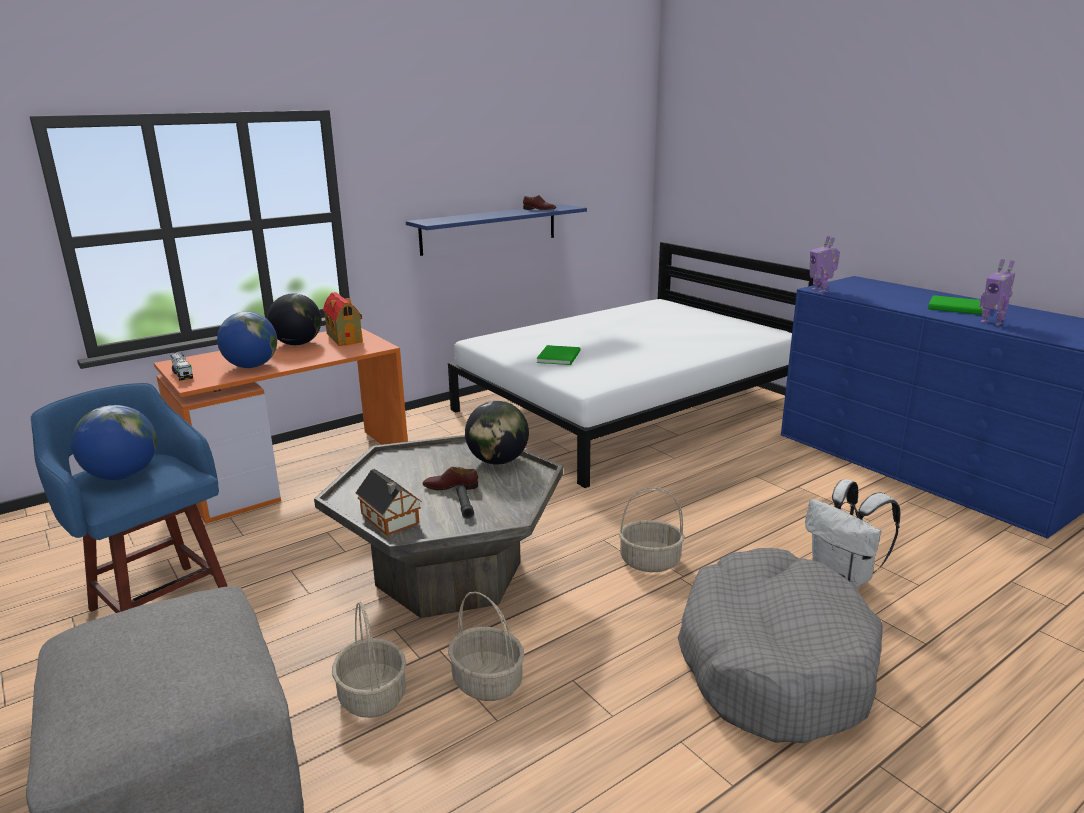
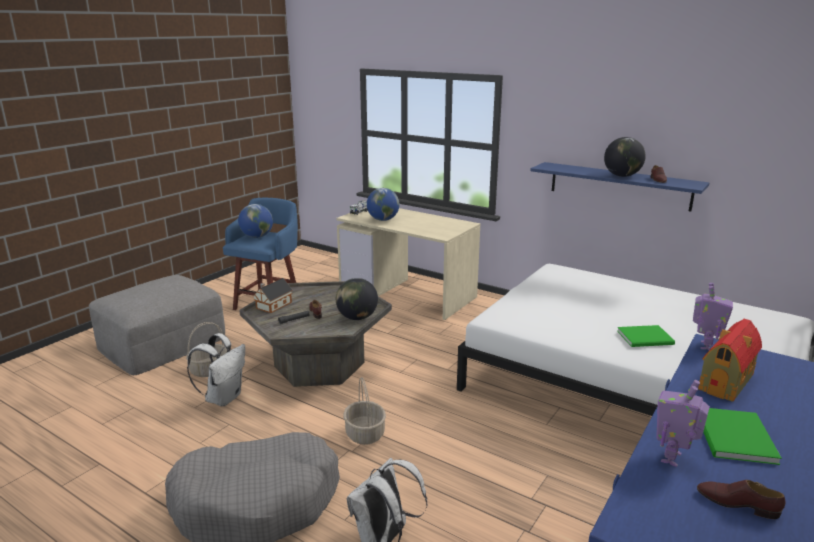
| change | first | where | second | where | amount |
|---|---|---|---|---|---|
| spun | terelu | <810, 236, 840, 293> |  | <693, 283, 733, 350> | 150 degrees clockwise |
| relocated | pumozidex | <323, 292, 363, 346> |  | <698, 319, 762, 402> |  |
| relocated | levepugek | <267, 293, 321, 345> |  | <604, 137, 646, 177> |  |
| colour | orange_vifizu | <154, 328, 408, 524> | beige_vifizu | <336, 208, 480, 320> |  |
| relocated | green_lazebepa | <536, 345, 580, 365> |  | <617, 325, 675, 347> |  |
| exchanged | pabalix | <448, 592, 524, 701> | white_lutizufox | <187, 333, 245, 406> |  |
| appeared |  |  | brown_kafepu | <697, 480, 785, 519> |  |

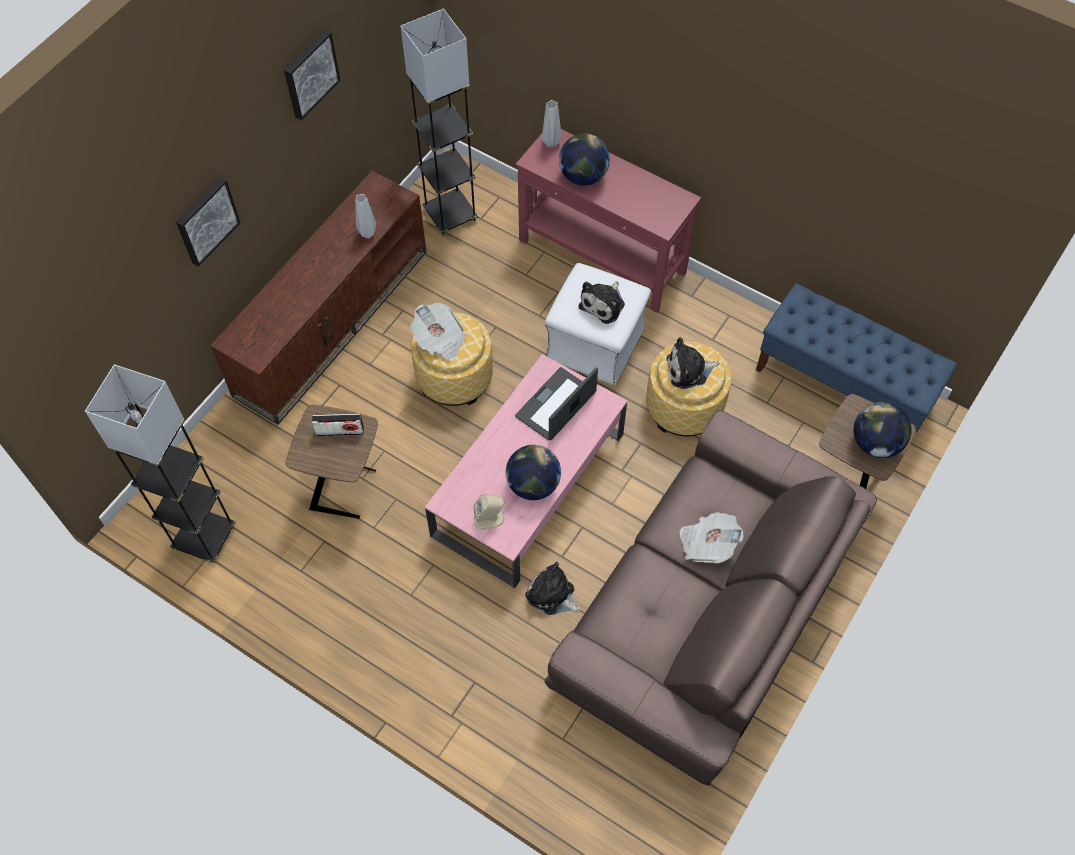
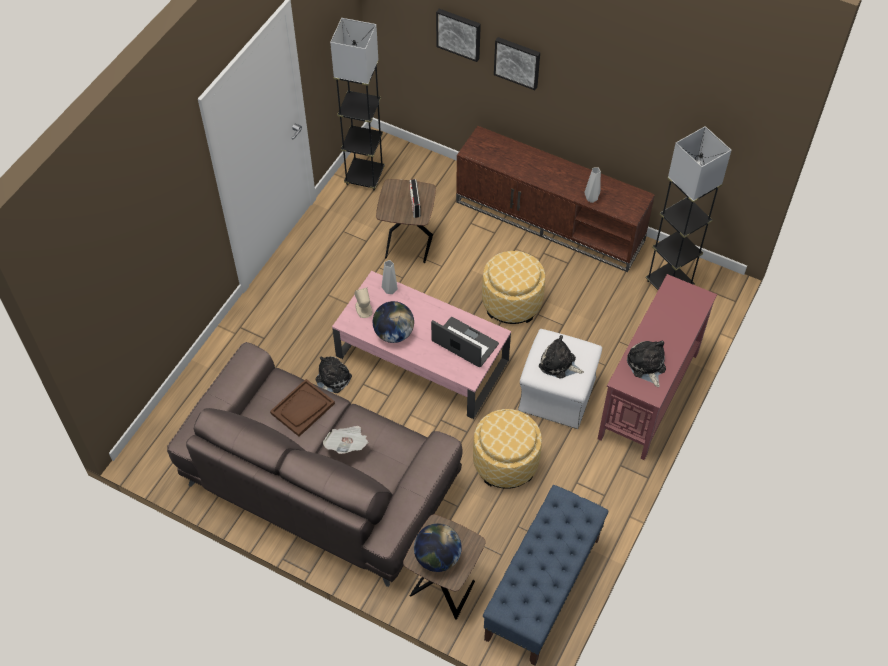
| change | first | where | second | where | amount |
|---|---|---|---|---|---|
| relocated | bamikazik | <284, 30, 340, 120> |  | <436, 9, 481, 62> |  |
| relocated | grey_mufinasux | <542, 100, 562, 147> |  | <382, 260, 398, 294> |  |
| missing | levepugek | <559, 134, 610, 186> |  |  |  |
| missing | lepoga | <410, 303, 467, 361> |  |  |  |
| relocated | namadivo | <666, 337, 720, 389> |  | <627, 341, 666, 387> |  |
| appeared |  |  | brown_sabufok | <270, 379, 335, 437> |  |

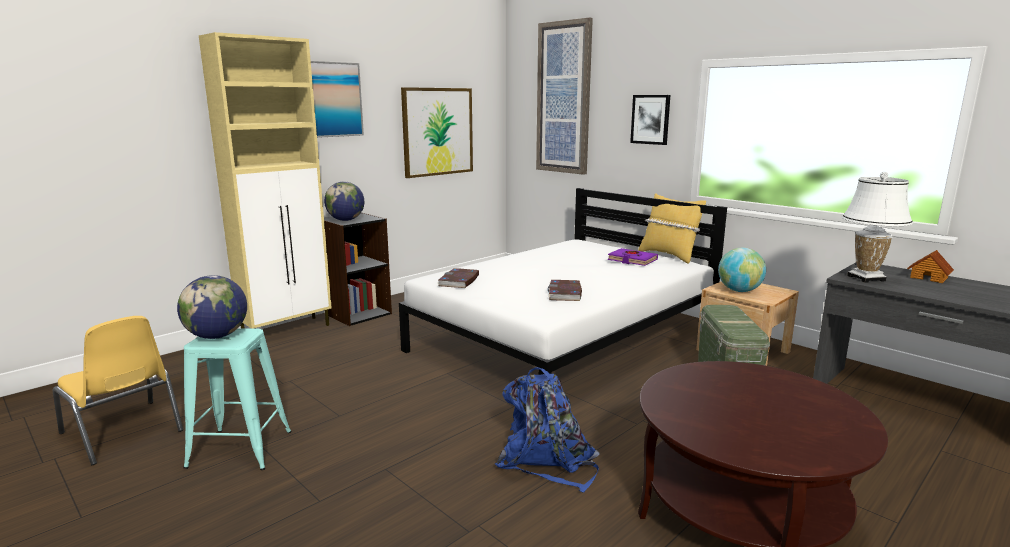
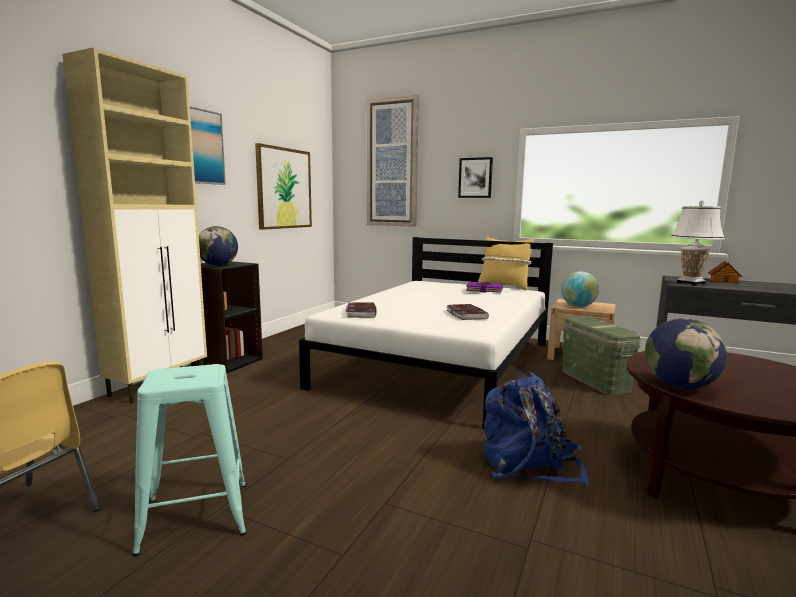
| change | first | where | second | where | amount |
|---|---|---|---|---|---|
| relocated | levepugek | <177, 275, 247, 339> |  | <645, 318, 727, 389> |  |

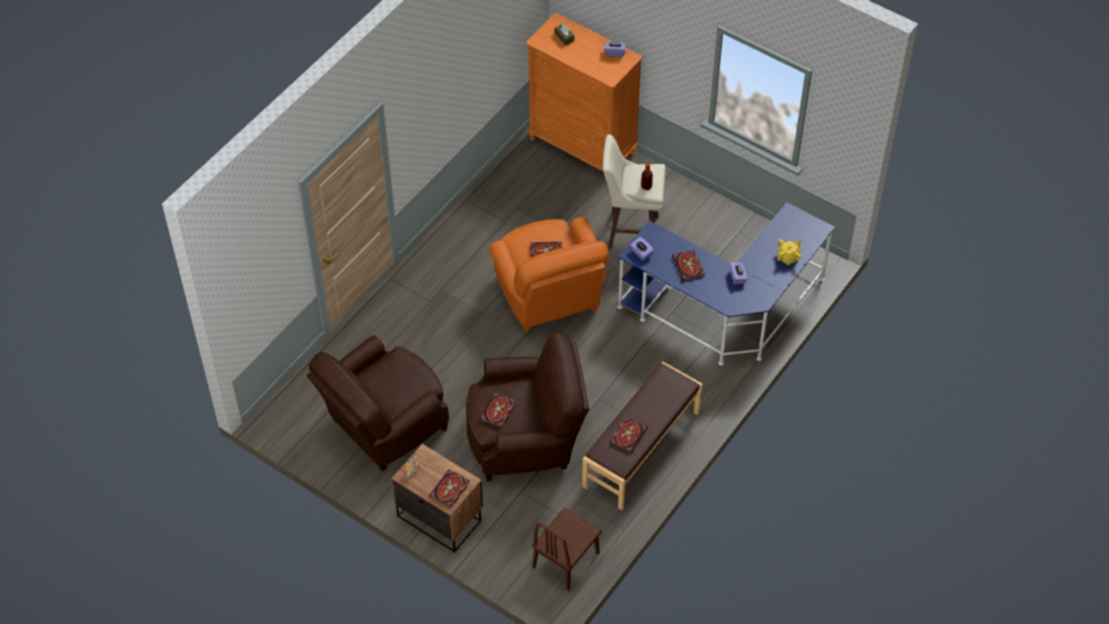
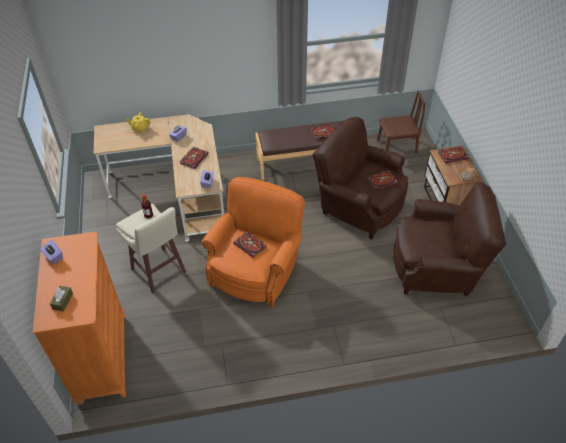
| change | first | where | second | where | amount |
|---|---|---|---|---|---|
| colour | blue_vifizu | <617, 202, 835, 365> | beige_vifizu | <94, 114, 224, 242> |  |

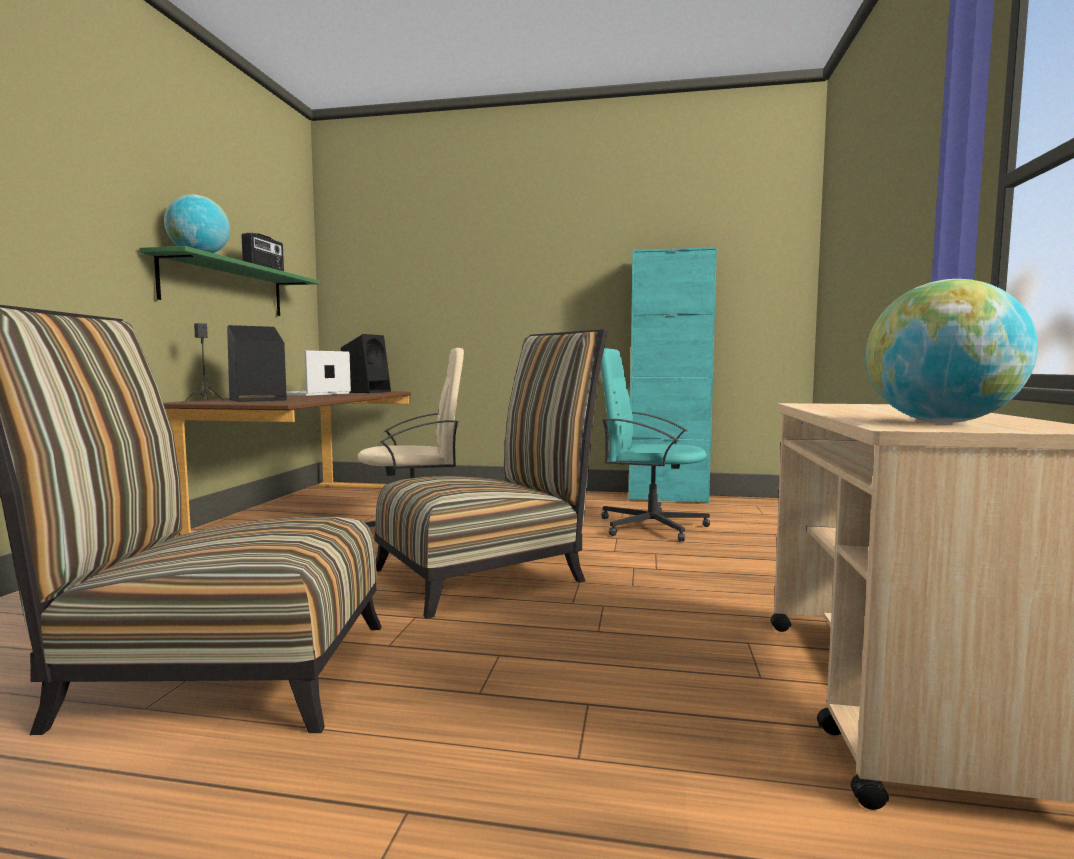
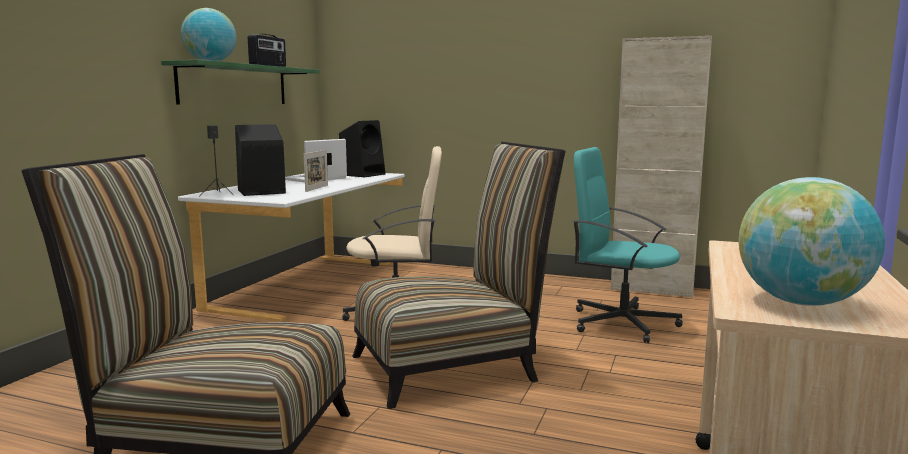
| change | first | where | second | where | amount |
|---|---|---|---|---|---|
| colour | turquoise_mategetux | <629, 247, 717, 504> | beige_mategetux | <611, 36, 712, 298> |  |
| colour | brown_vifizu | <163, 392, 411, 535> | white_vifizu | <178, 173, 405, 322> |  |
| appeared |  |  | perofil | <304, 150, 328, 192> |  |

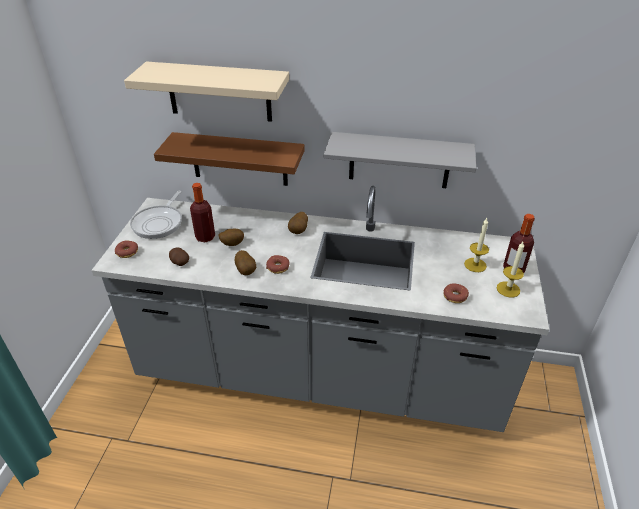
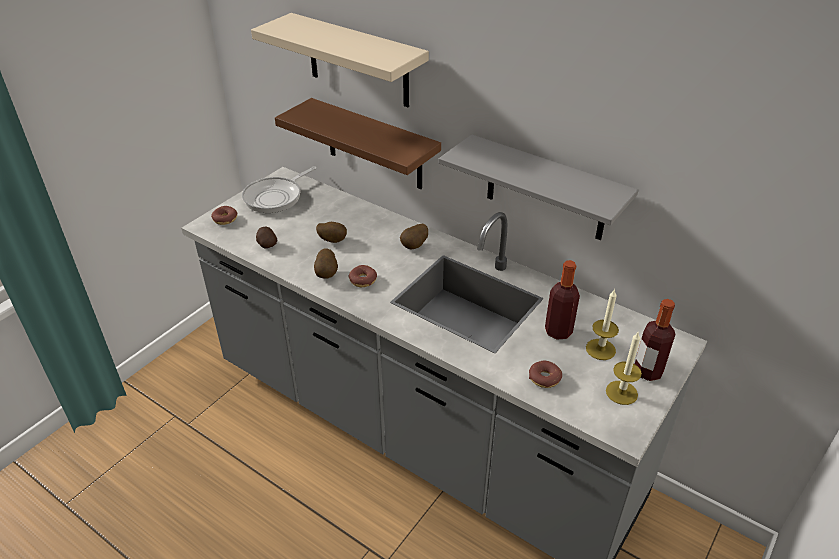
| change | first | where | second | where | amount |
|---|---|---|---|---|---|
| relocated | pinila | <190, 183, 215, 242> |  | <545, 260, 580, 340> |  |

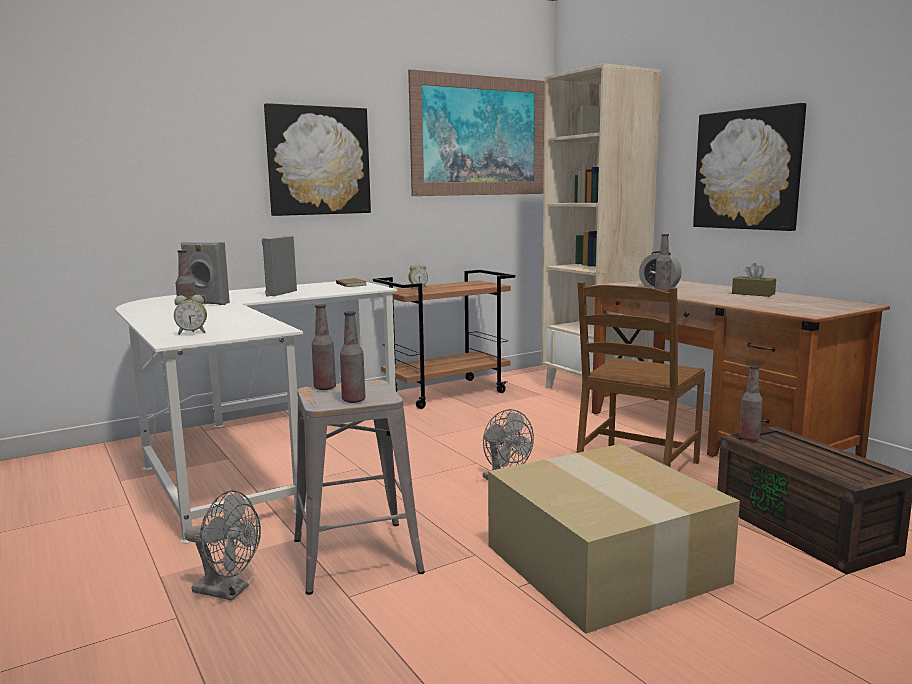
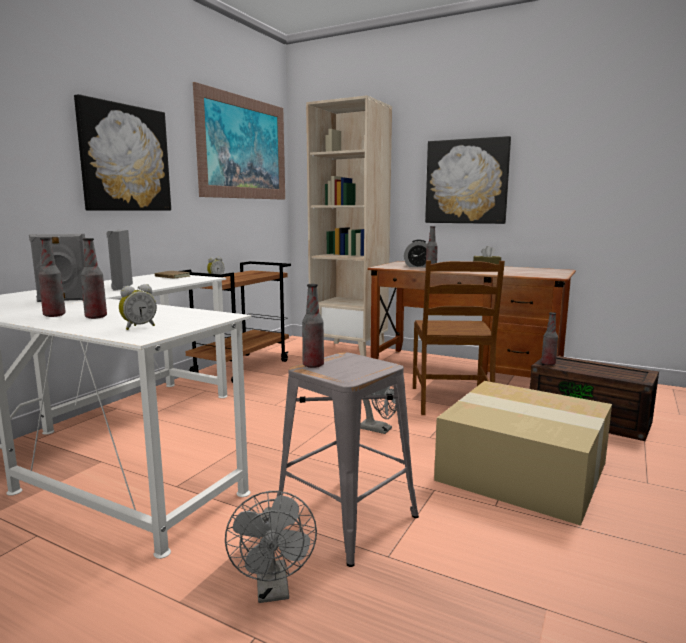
| change | first | where | second | where | amount |
|---|---|---|---|---|---|
| relocated | pinila | <340, 311, 366, 403> |  | <38, 238, 66, 317> |  |
| spun | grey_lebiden | <185, 490, 261, 601> |  | <225, 491, 317, 603> | 90 degrees clockwise |

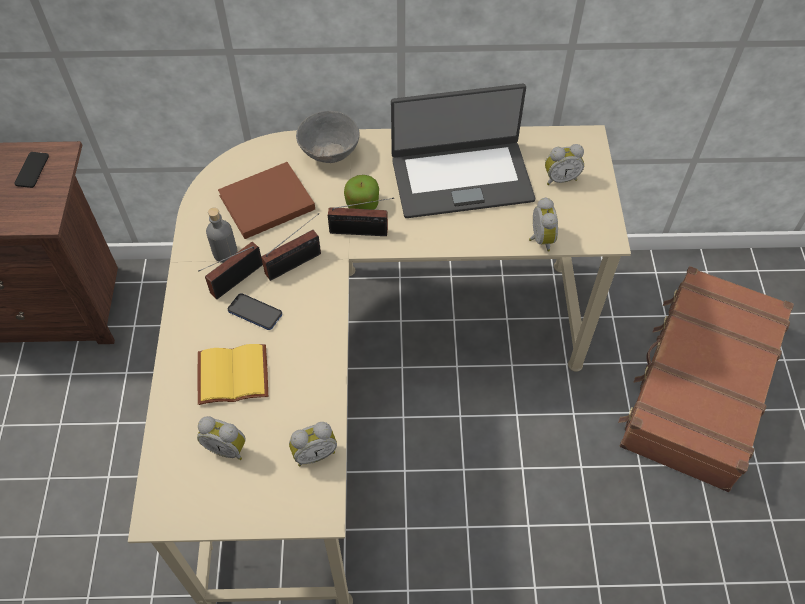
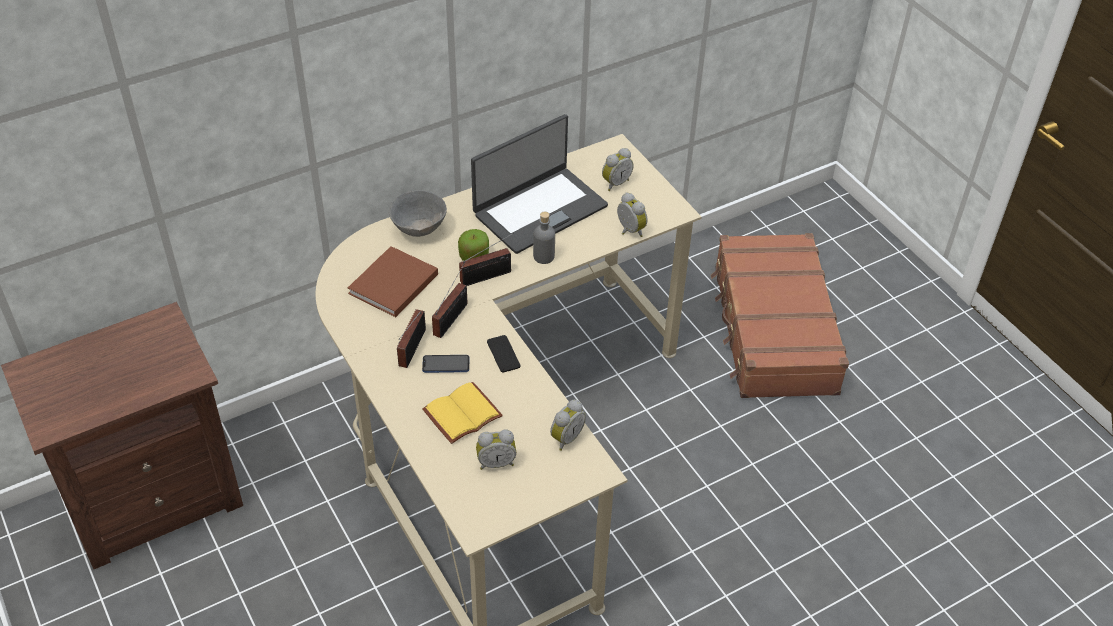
| change | first | where | second | where | amount |
|---|---|---|---|---|---|
| relocated | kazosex | <14, 152, 49, 188> |  | <487, 335, 520, 373> |  |
| relocated | grey_pinila | <206, 207, 238, 263> |  | <533, 211, 555, 264> |  |

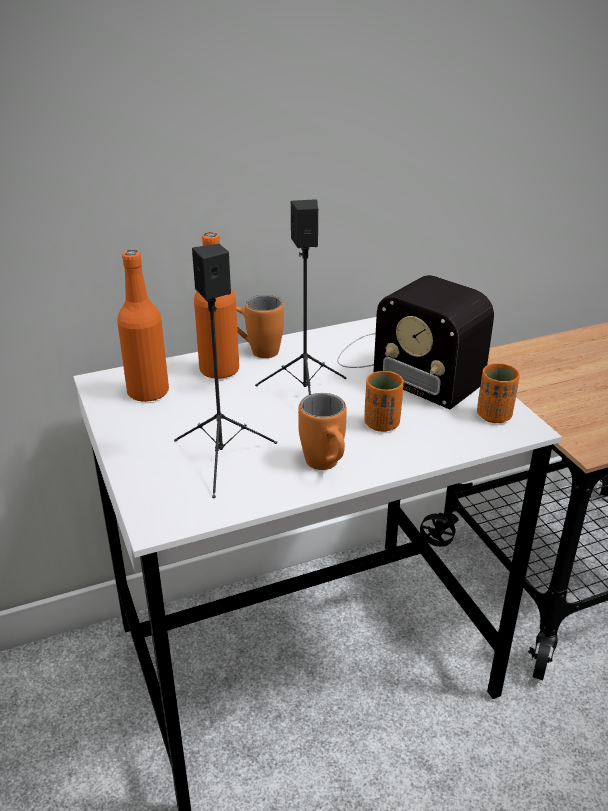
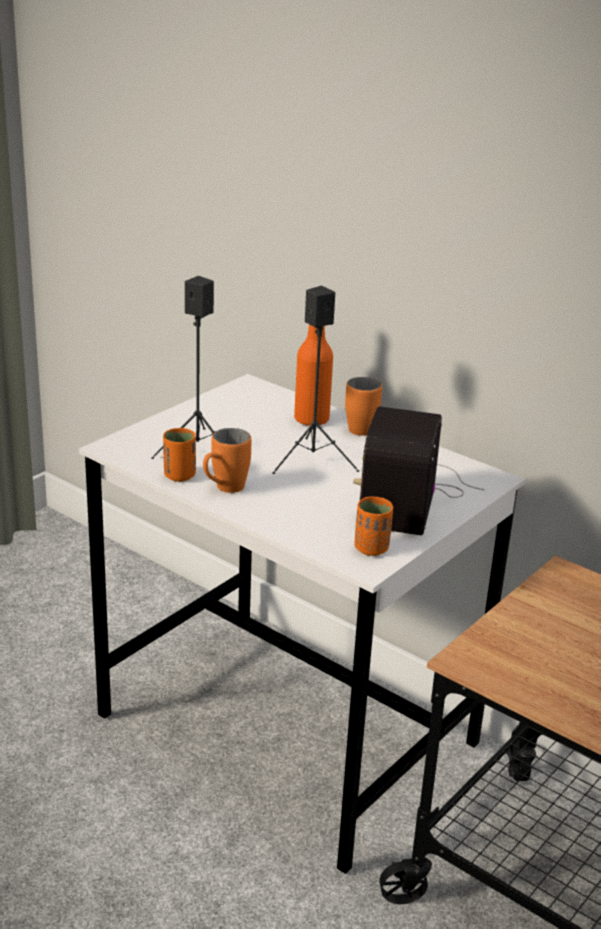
| change | first | where | second | where | amount |
|---|---|---|---|---|---|
| missing | orange_pinila | <117, 250, 169, 402> |  |  |  |
| relocated | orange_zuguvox | <364, 371, 404, 432> |  | <163, 428, 196, 482> |  |

